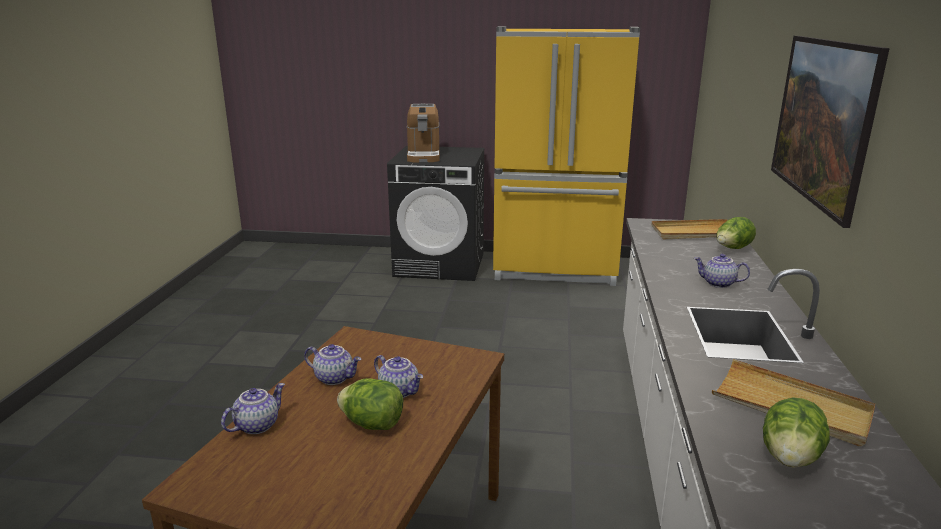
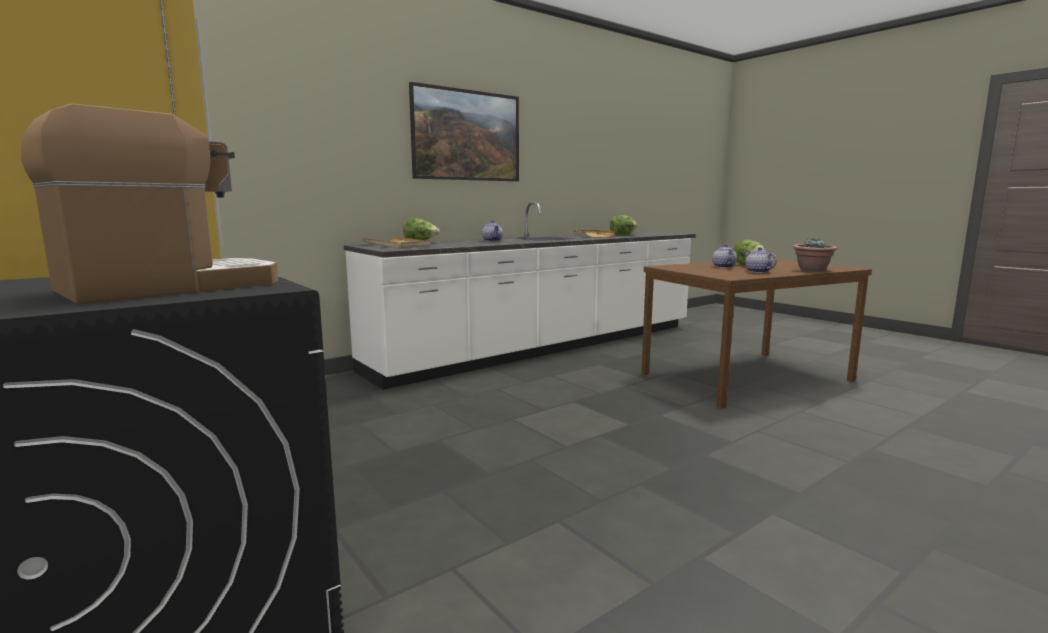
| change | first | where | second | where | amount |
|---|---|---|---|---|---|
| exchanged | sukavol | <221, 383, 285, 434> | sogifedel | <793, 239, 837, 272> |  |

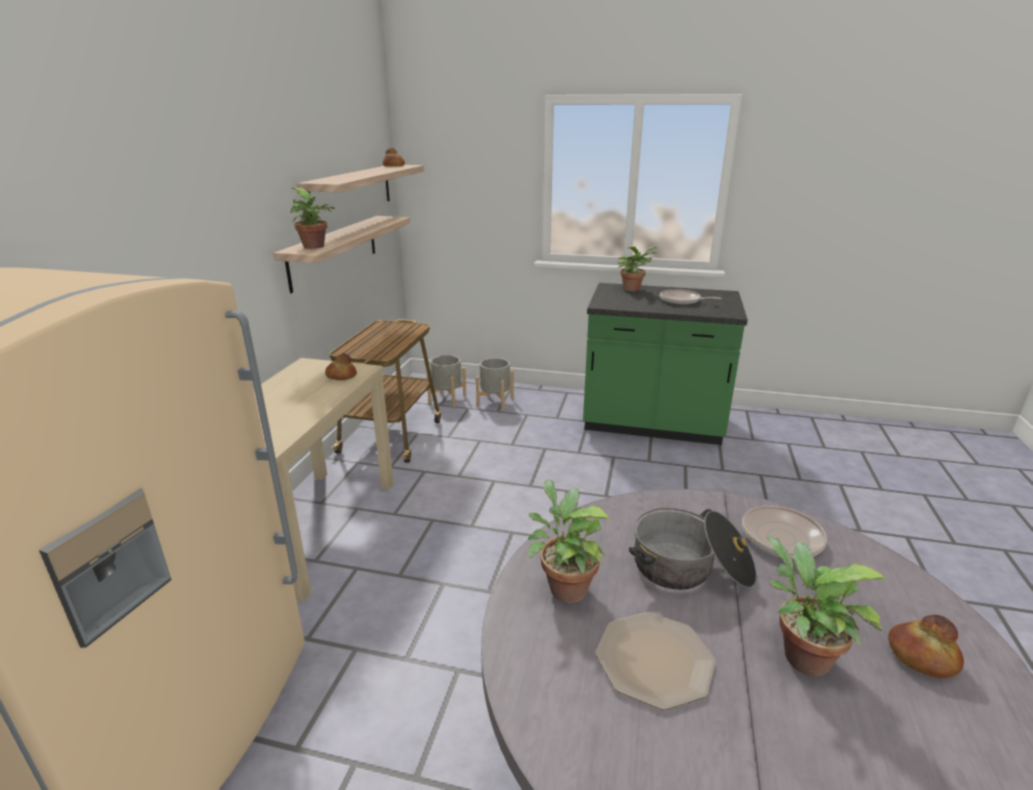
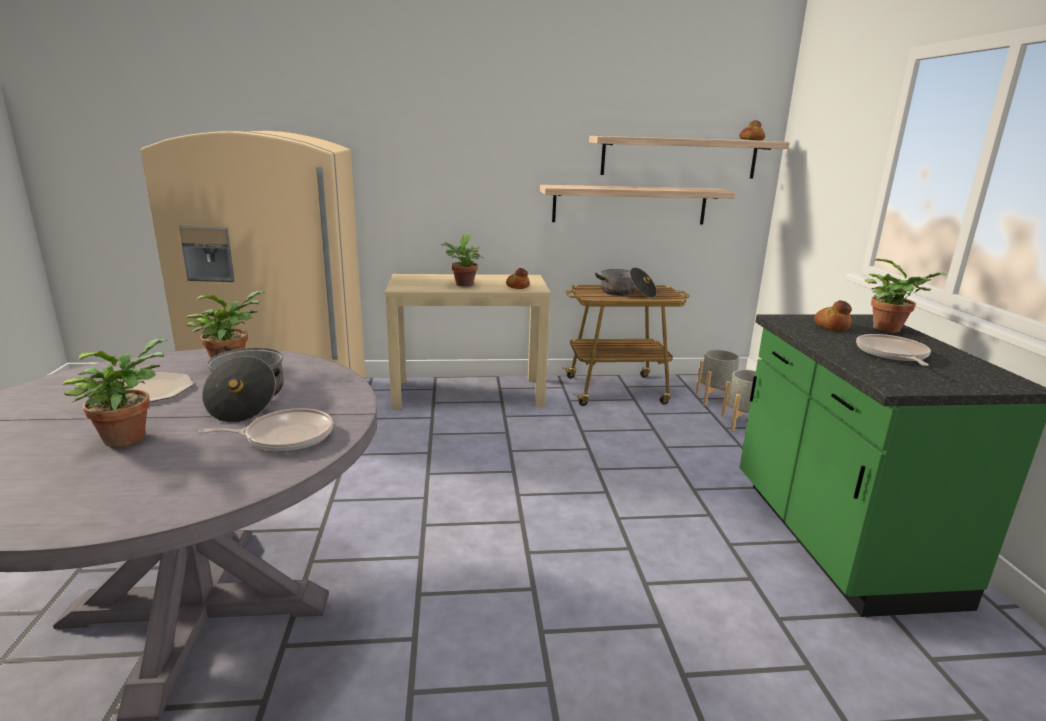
| change | first | where | second | where | amount |
|---|---|---|---|---|---|
| relocated | sogifedel | <290, 187, 335, 249> |  | <441, 234, 483, 287> |  |
| relocated | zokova | <888, 615, 964, 678> |  | <814, 300, 852, 331> |  |
| appeared |  |  | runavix | <595, 267, 657, 298> |  |

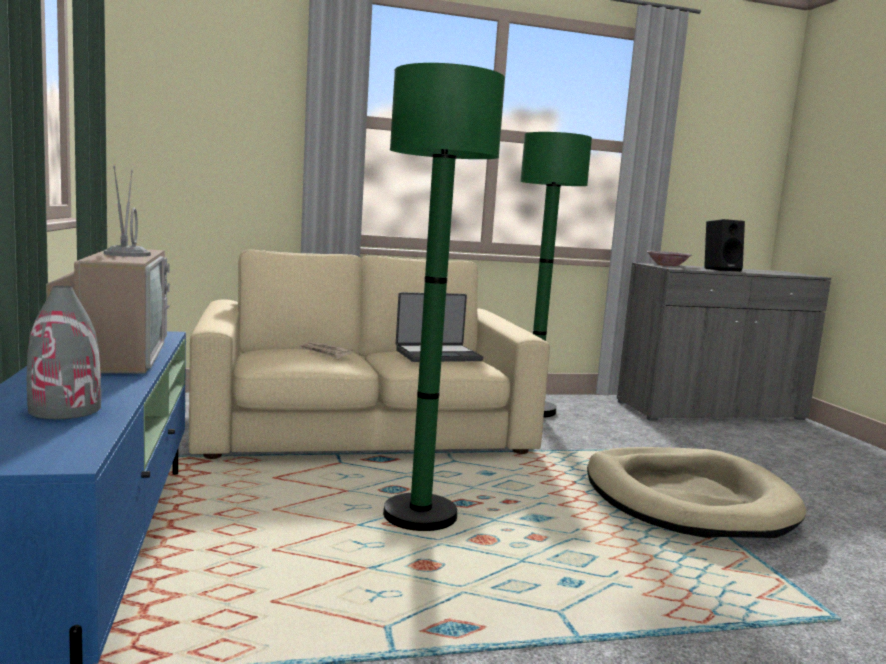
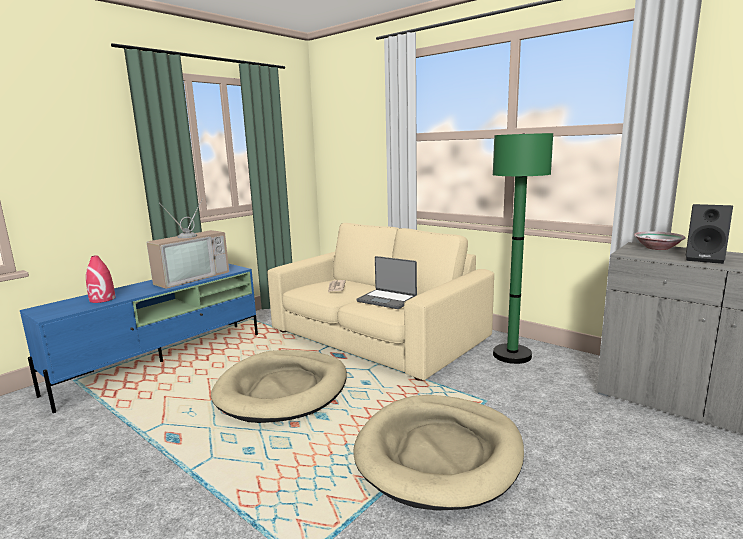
| change | first | where | second | where | amount |
|---|---|---|---|---|---|
| exchanged | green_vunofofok | <383, 63, 505, 531> | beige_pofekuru | <211, 350, 346, 423> |  |
| colour | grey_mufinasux | <27, 286, 101, 419> | red_mufinasux | <86, 255, 115, 303> |  |

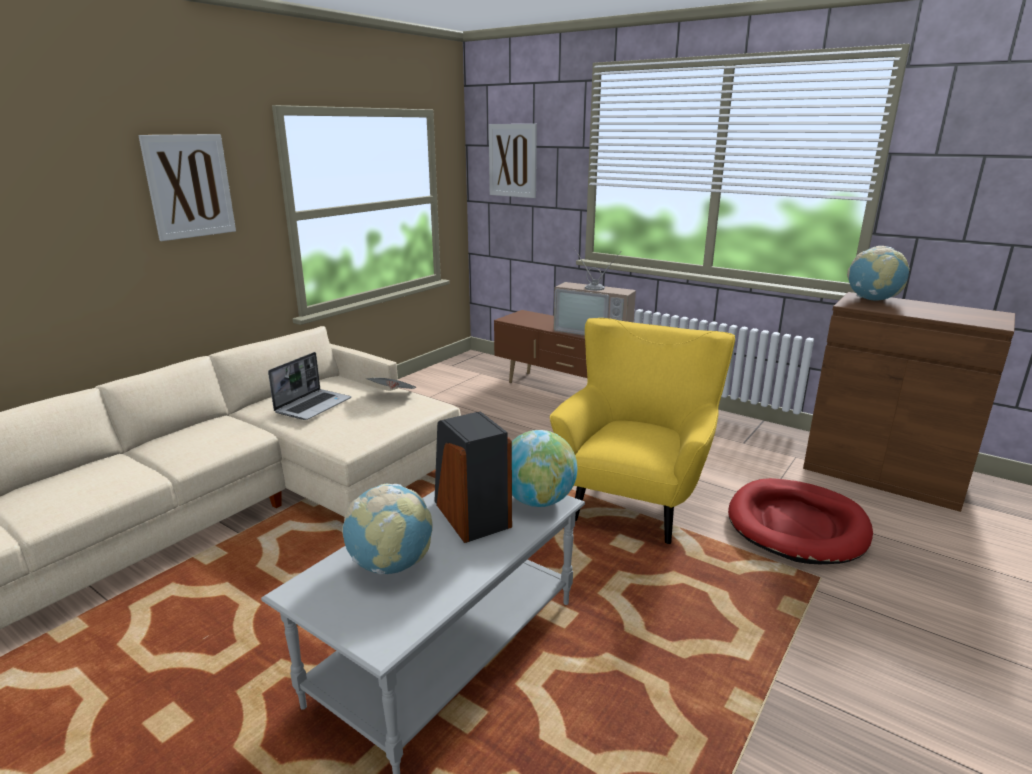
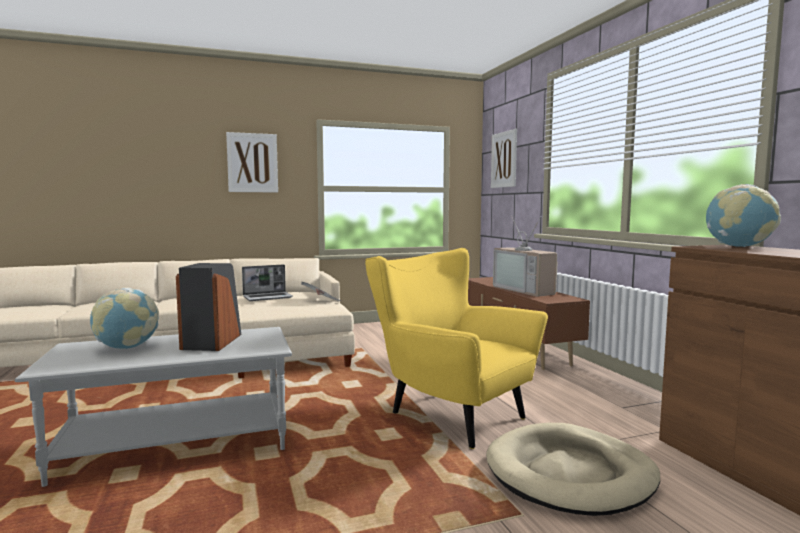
| change | first | where | second | where | amount |
|---|---|---|---|---|---|
| spun | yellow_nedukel | <550, 318, 735, 544> |  | <365, 248, 548, 449> | 105 degrees counterclockwise |
| missing | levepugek | <512, 430, 577, 507> |  |  |  |
| colour | red_pofekuru | <728, 478, 873, 564> | beige_pofekuru | <486, 423, 660, 516> |  |

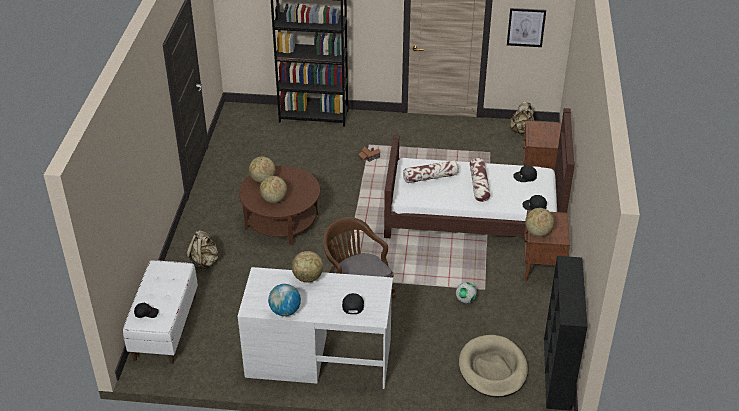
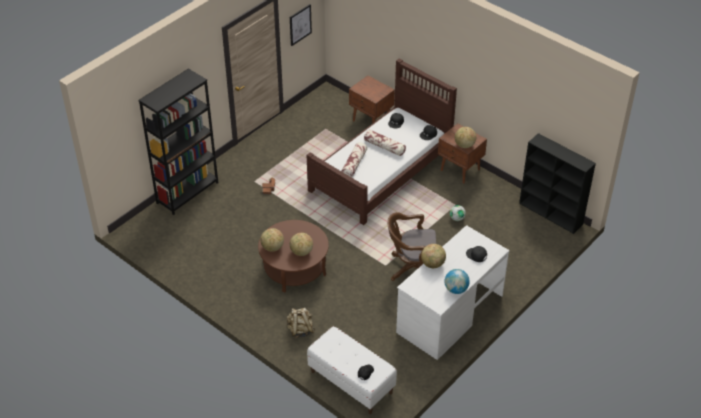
| change | first | where | second | where | amount |
|---|---|---|---|---|---|
| missing | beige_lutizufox | <509, 101, 535, 134> |  |  |  |
| missing | beige_pofekuru | <459, 335, 528, 398> |  |  |  |

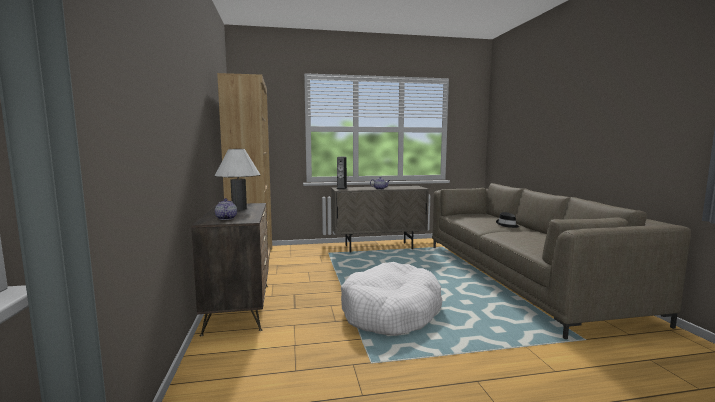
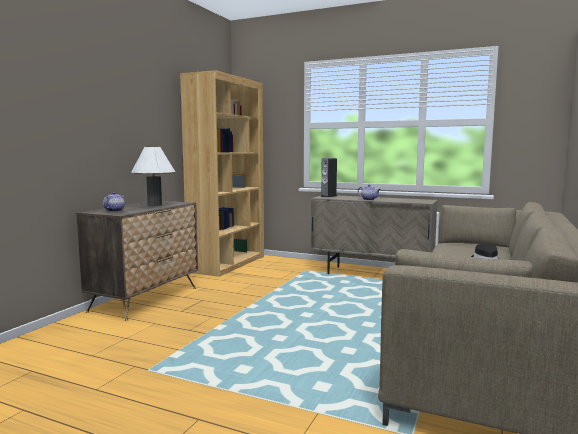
| change | first | where | second | where | amount |
|---|---|---|---|---|---|
| missing | white_pofekuru | <341, 262, 442, 336> |  |  |  |

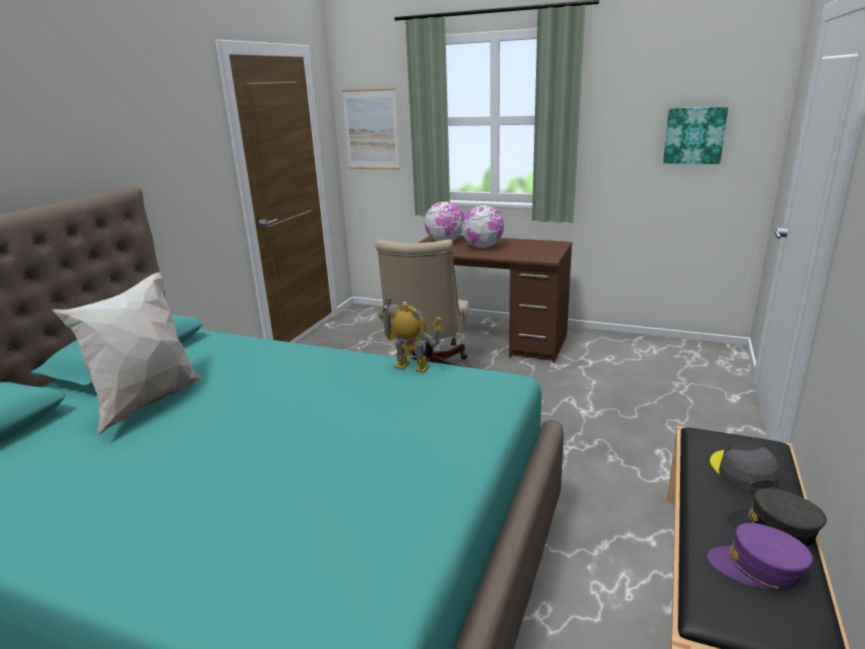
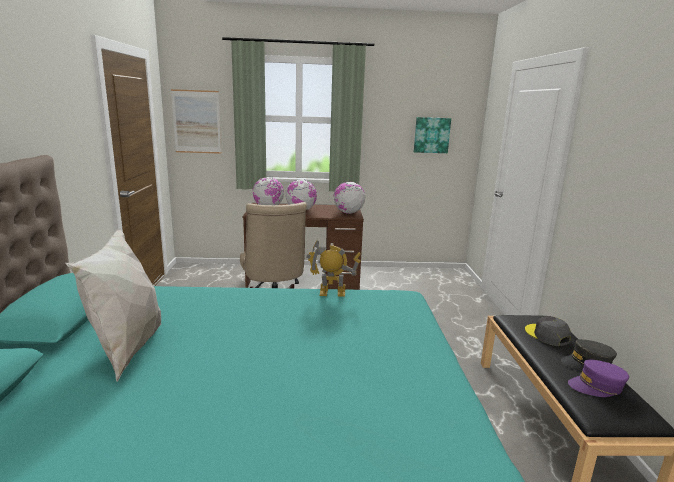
| change | first | where | second | where | amount |
|---|---|---|---|---|---|
| appeared |  |  | levepugek | <334, 182, 365, 214> |  |

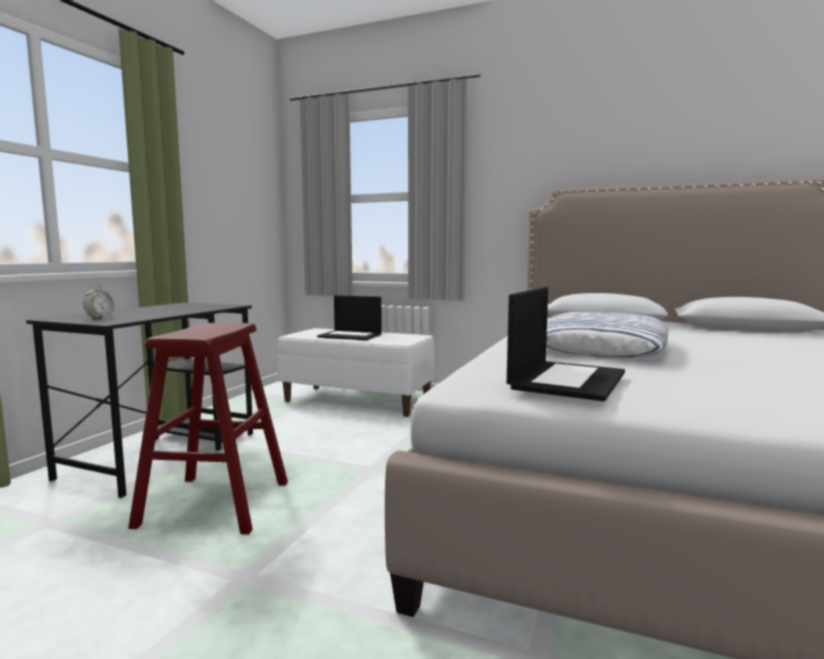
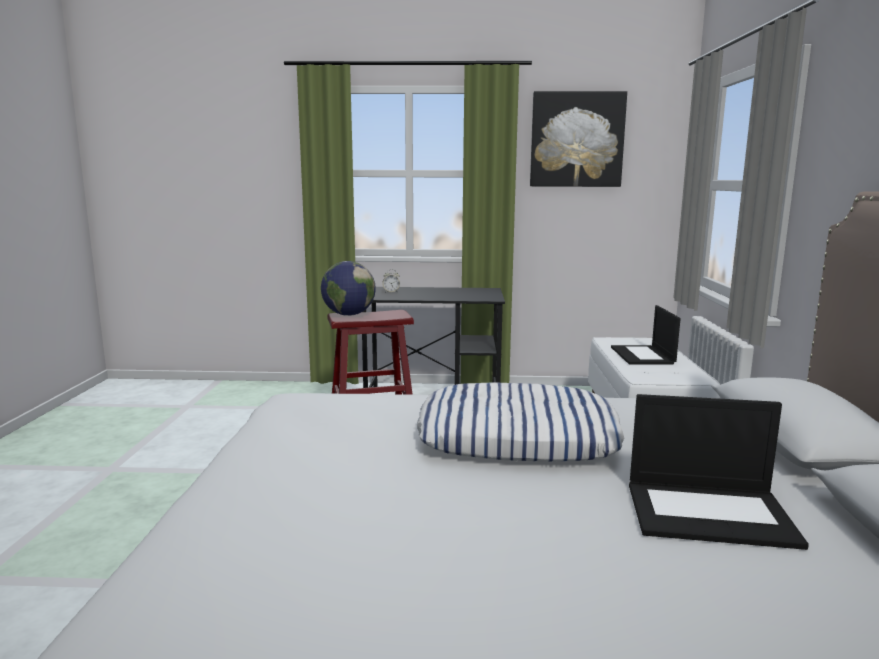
| change | first | where | second | where | amount |
|---|---|---|---|---|---|
| relocated | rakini | <507, 287, 625, 401> |  | <629, 394, 809, 550> |  |
| appeared |  |  | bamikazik | <530, 91, 627, 187> |  |
| appeared |  |  | levepugek | <321, 261, 376, 316> |  |

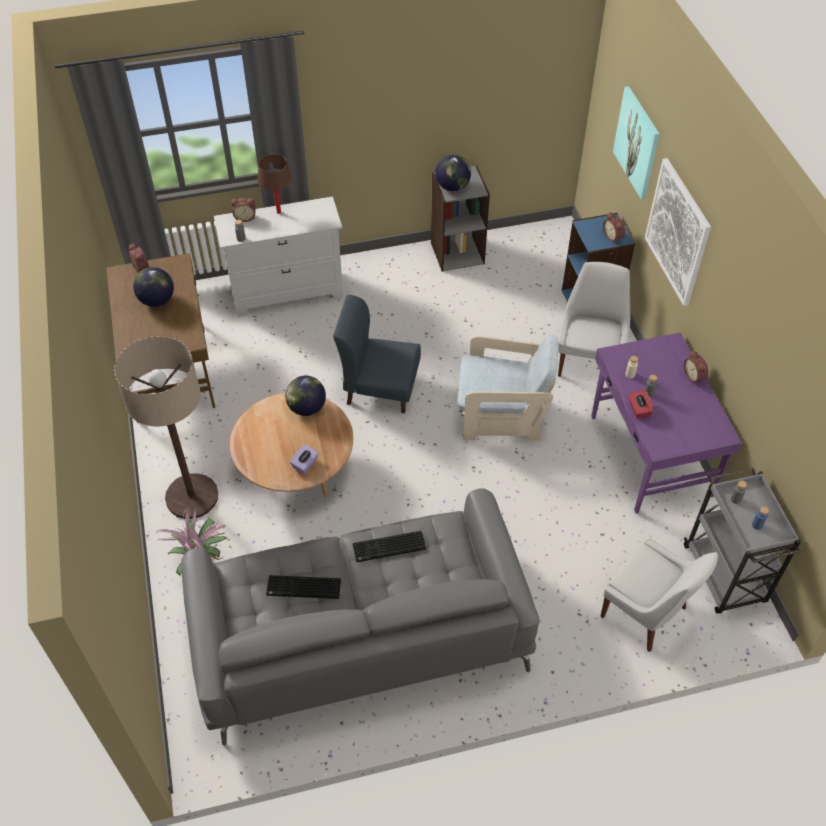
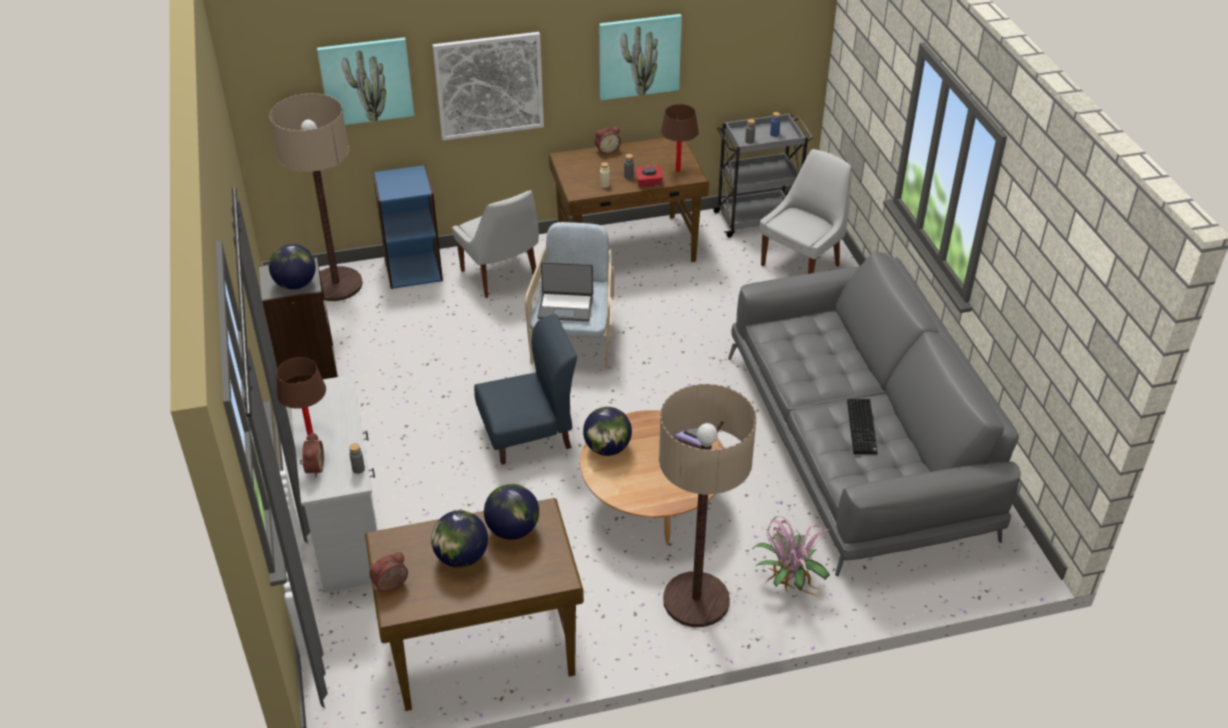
| change | first | where | second | where | amount |
|---|---|---|---|---|---|
| missing | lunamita | <603, 212, 625, 243> |  |  |  |
| spun | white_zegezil | <558, 262, 630, 377> |  | <452, 190, 539, 298> | 135 degrees counterclockwise |
| spun | blue_zegezil | <333, 295, 421, 413> |  | <474, 314, 577, 465> | 120 degrees counterclockwise |
| colour | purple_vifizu | <591, 333, 741, 514> | brown_vifizu | <549, 138, 709, 262> |  |
| missing | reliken | <353, 531, 426, 562> |  |  |  |
| appeared |  |  | bamikazik | <599, 14, 682, 100> |  |
| appeared |  |  | vunofofok | <269, 93, 363, 301> |  |
| appeared |  |  | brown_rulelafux | <661, 104, 699, 172> |  |
| appeared |  |  | rakini | <537, 261, 593, 322> |  |
| appeared |  |  | levepugek | <484, 484, 539, 540> |  |

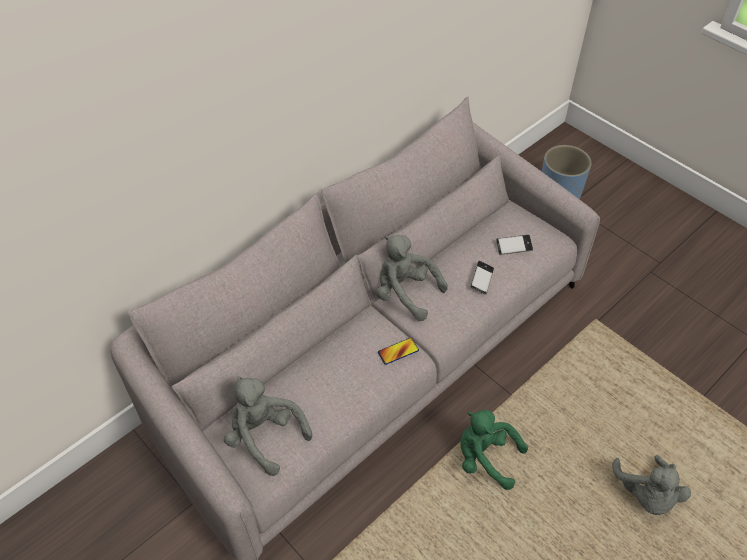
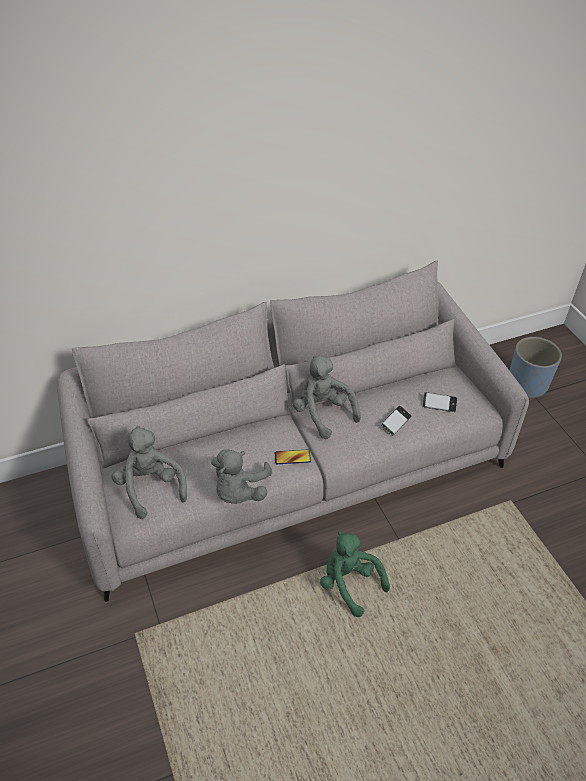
| change | first | where | second | where | amount |
|---|---|---|---|---|---|
| relocated | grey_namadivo | <612, 455, 691, 515> |  | <211, 449, 272, 504> |  |

